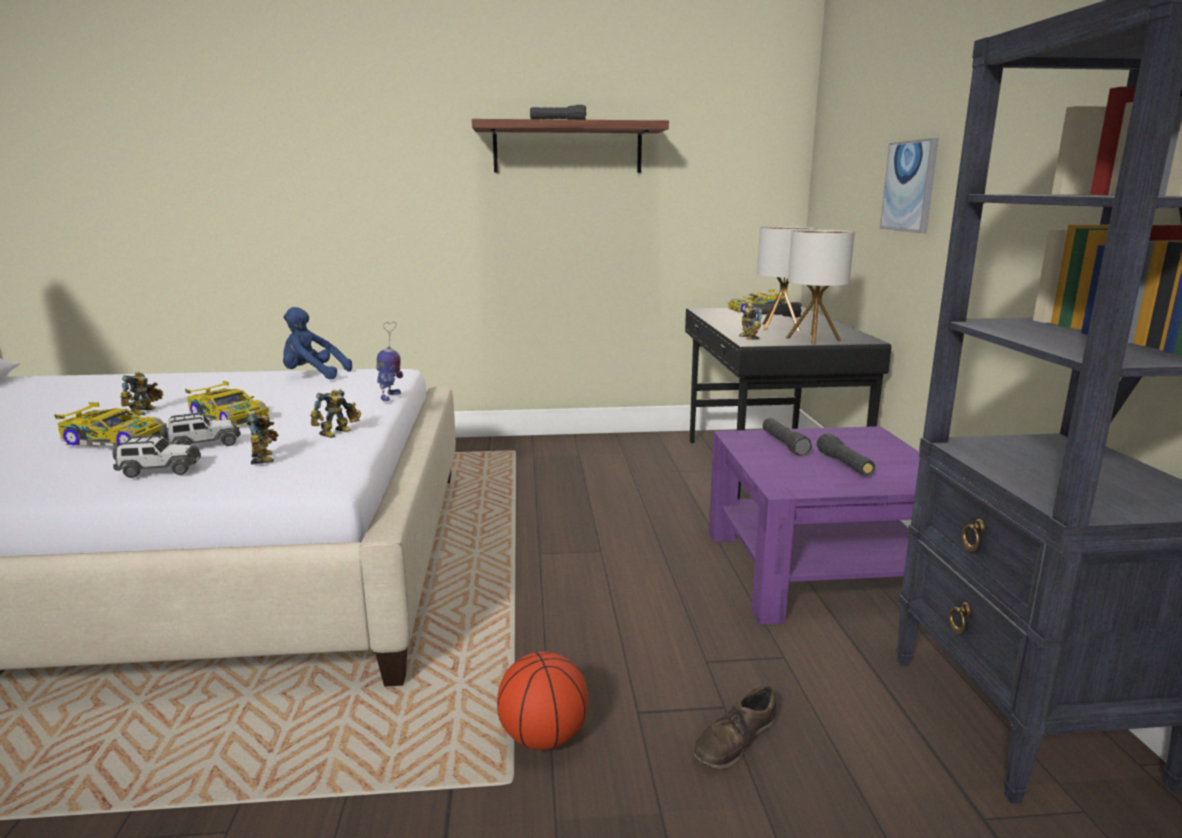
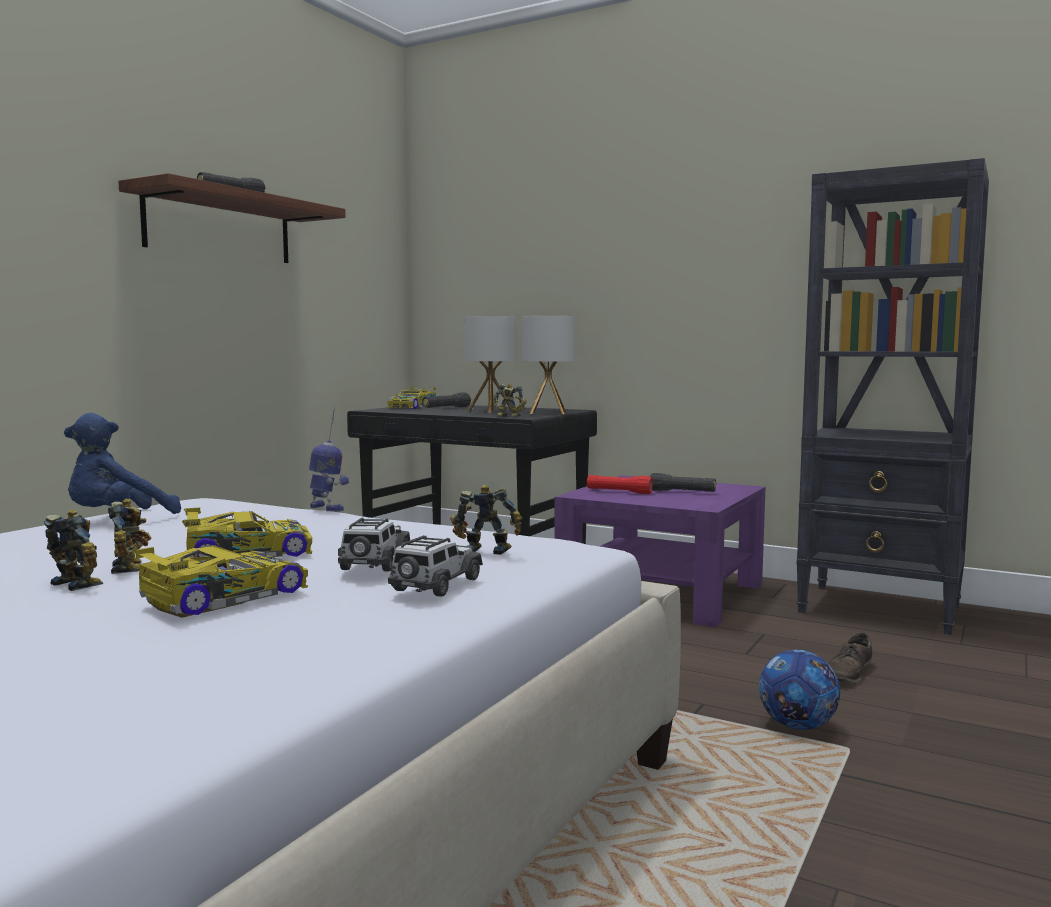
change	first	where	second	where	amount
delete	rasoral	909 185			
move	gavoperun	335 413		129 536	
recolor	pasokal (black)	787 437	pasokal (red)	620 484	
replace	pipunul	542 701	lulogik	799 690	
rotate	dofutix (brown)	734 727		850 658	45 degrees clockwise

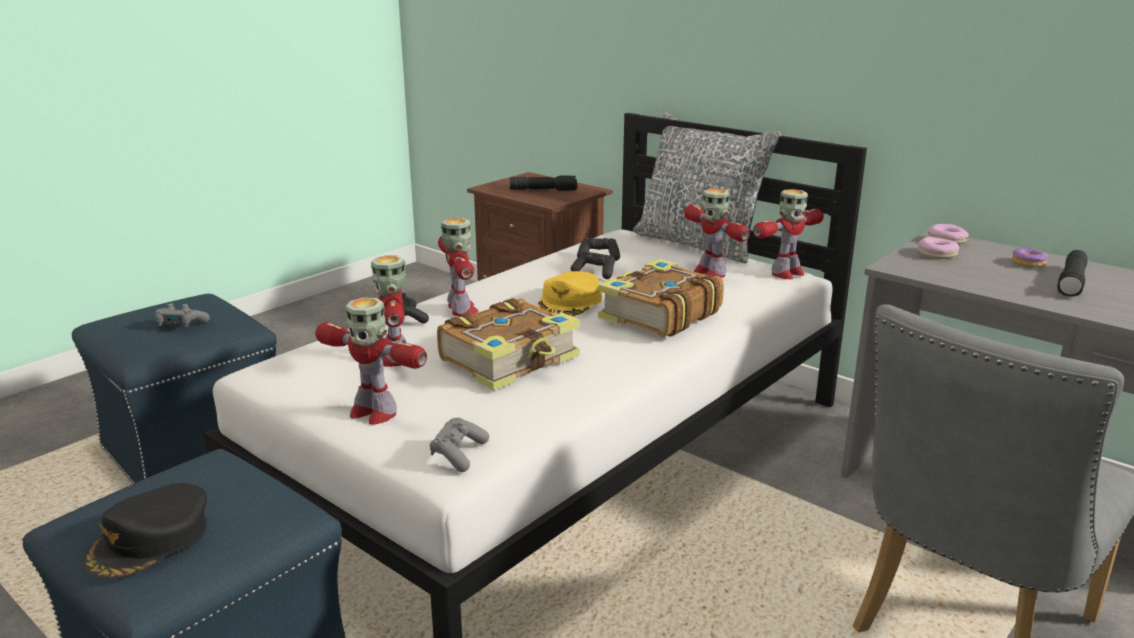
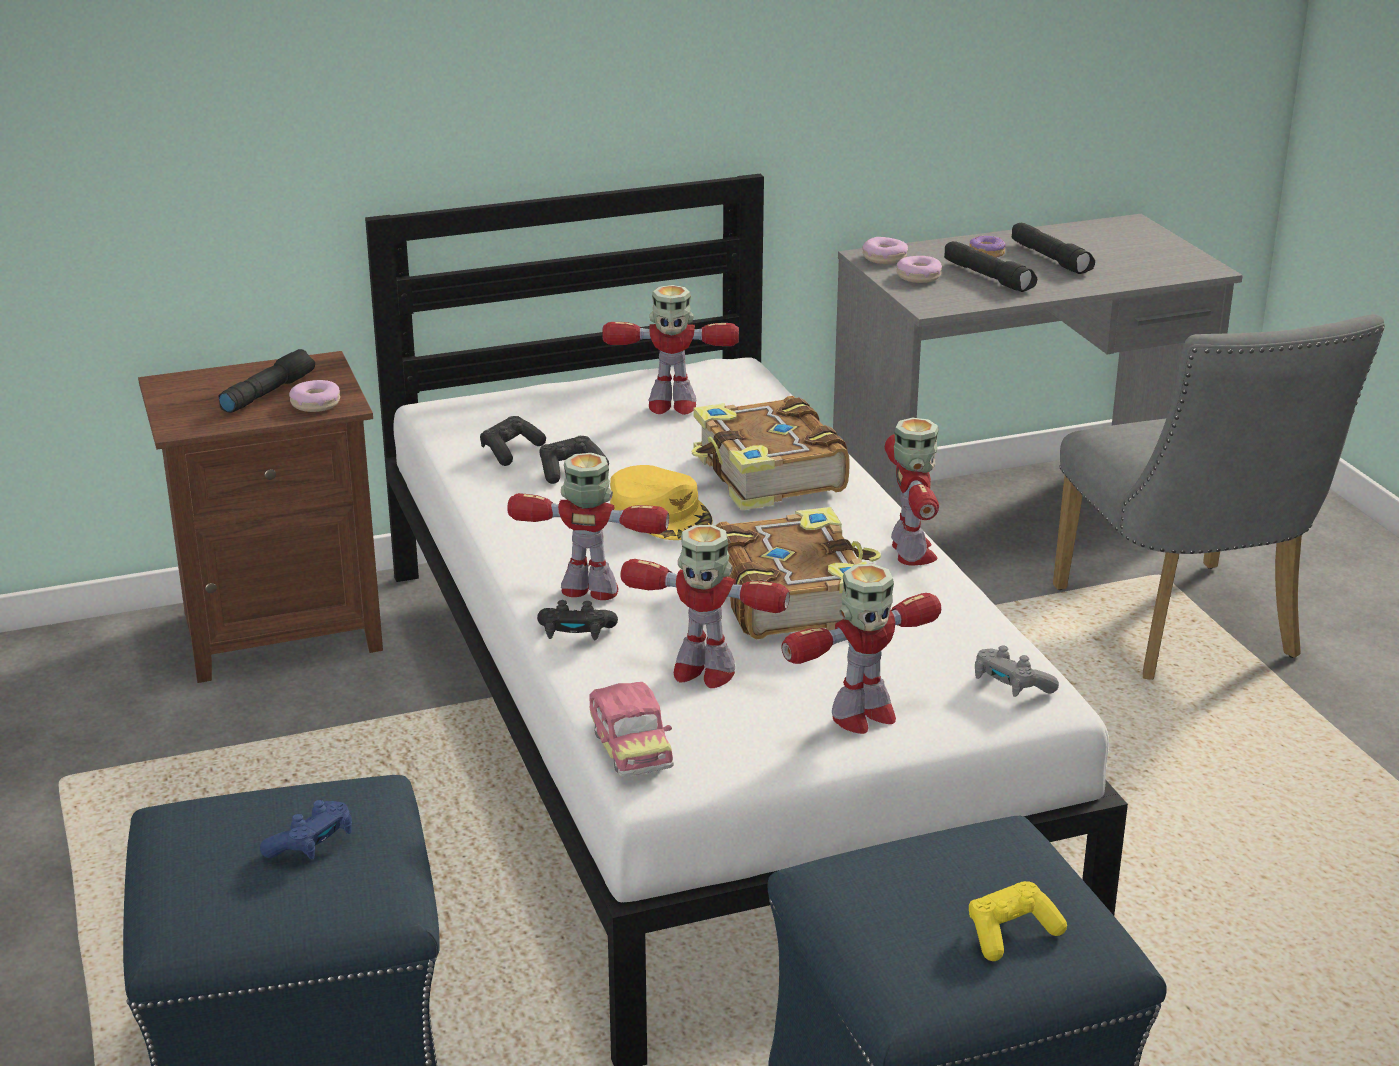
change	first	where	second	where	amount
delete	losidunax	707 188			
move	gavoperun	788 234		912 491	
recolor	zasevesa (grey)	182 315	zasevesa (blue)	306 830	
replace	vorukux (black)	144 531	zasevesa (yellow)	1018 921	
insert			pasokal (black)	990 266	
insert			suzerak	314 396	
insert			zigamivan	631 729	

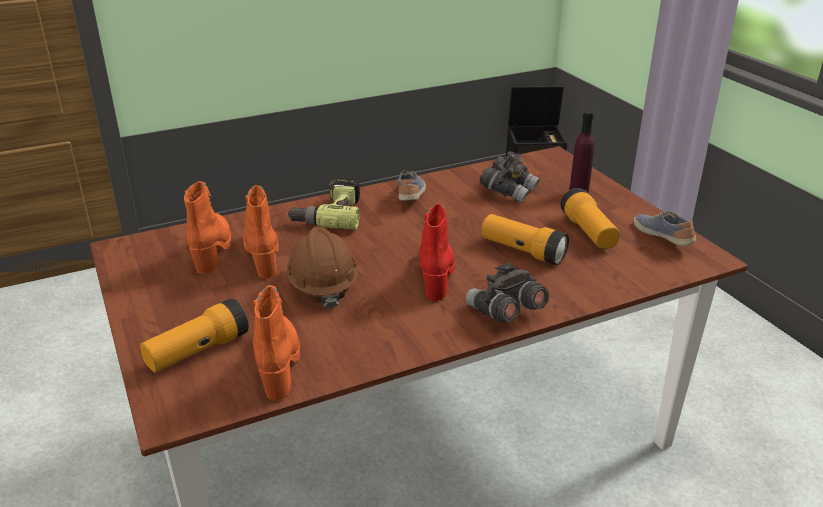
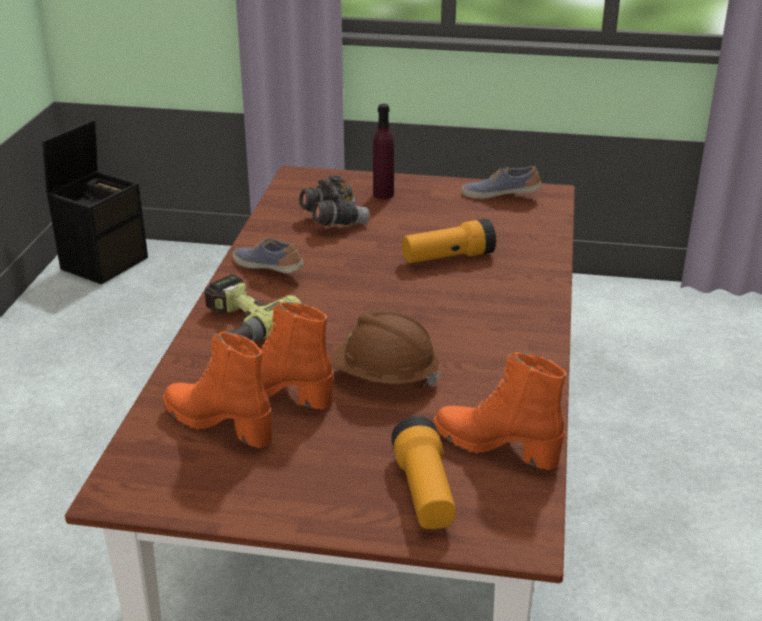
change	first	where	second	where	amount
delete	pasokal	590 218			
delete	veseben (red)	437 252			
delete	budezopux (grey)	507 292			

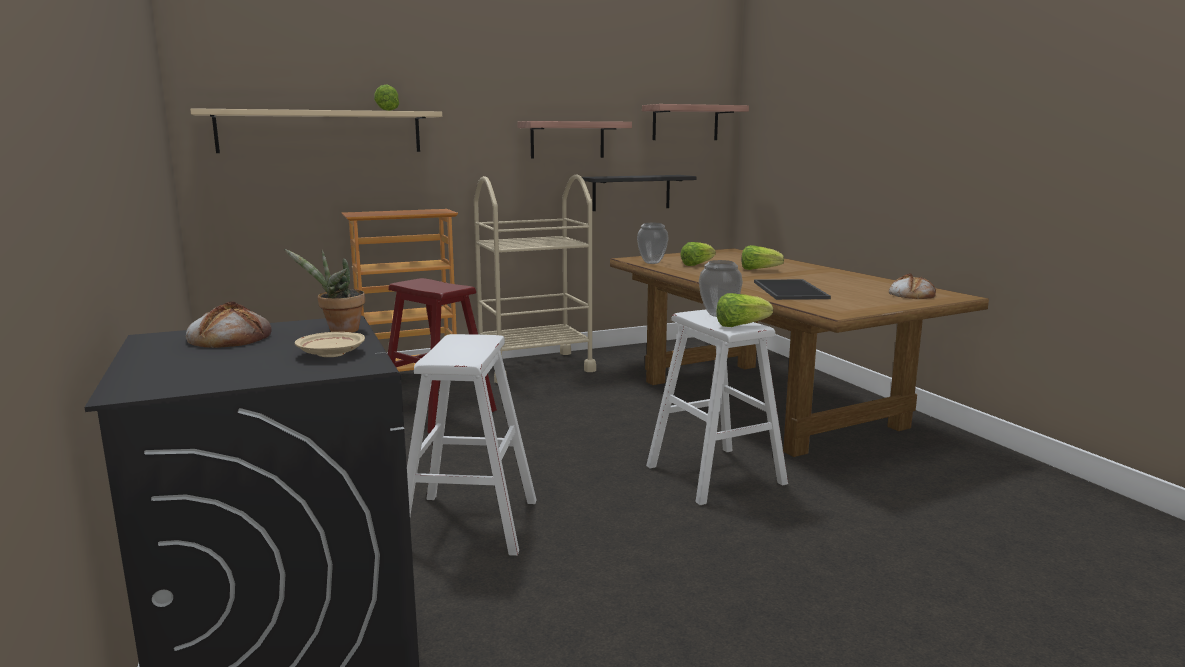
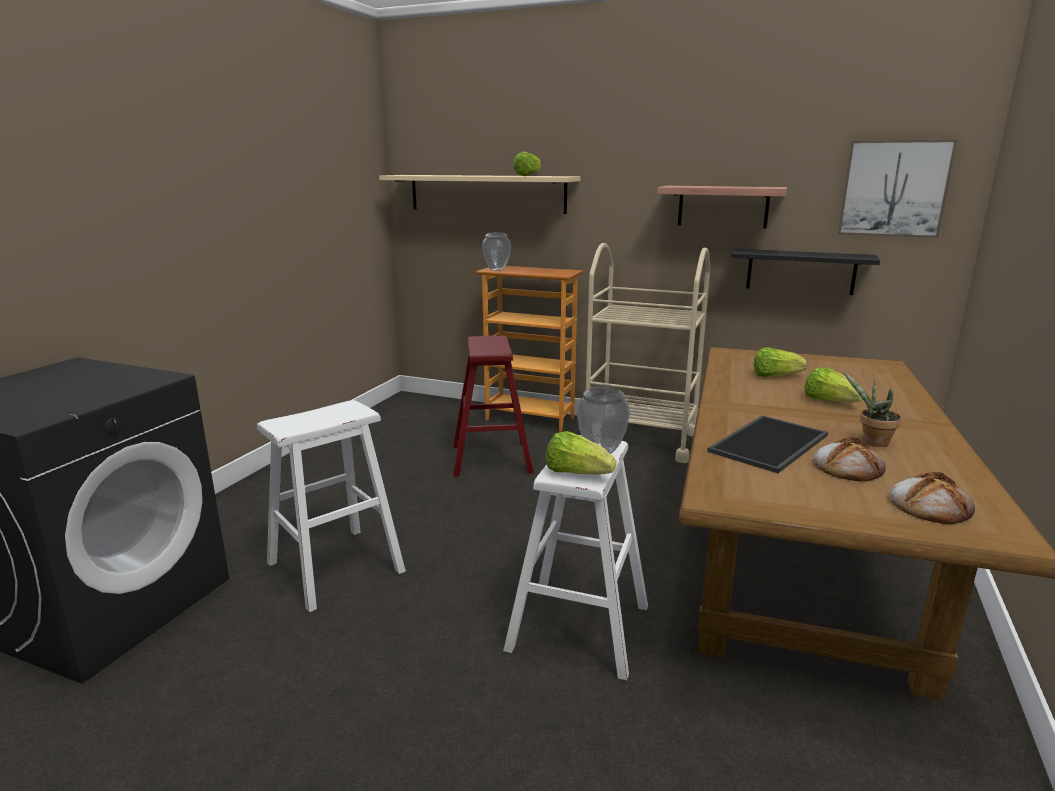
change	first	where	second	where	amount
replace	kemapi	695 122	rasoral	897 189	
move	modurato	653 243		496 251	
move	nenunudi	324 290		872 409	
move	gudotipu	229 324		849 459	
delete	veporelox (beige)	330 344			

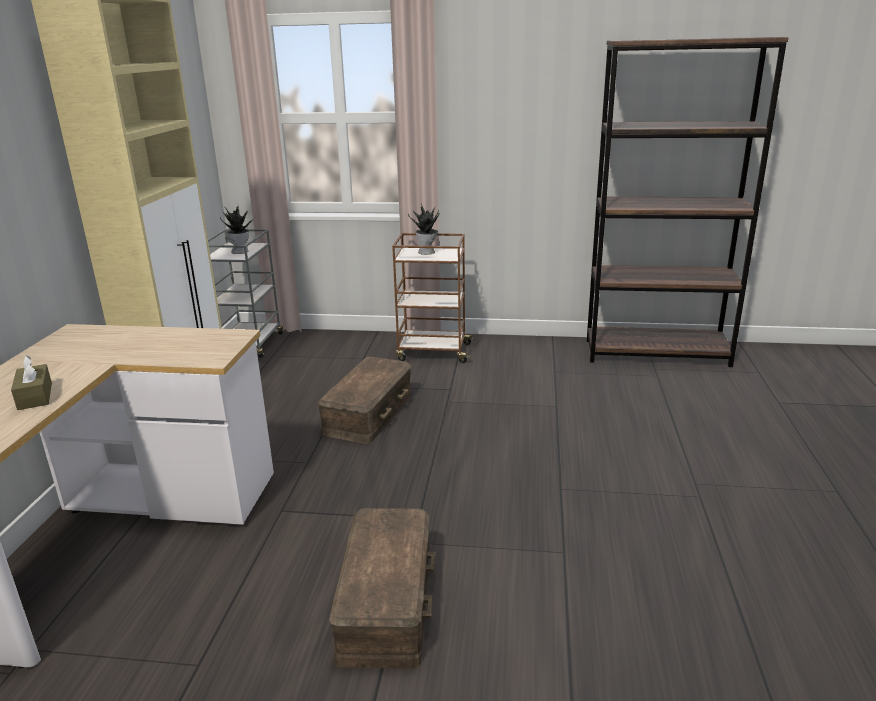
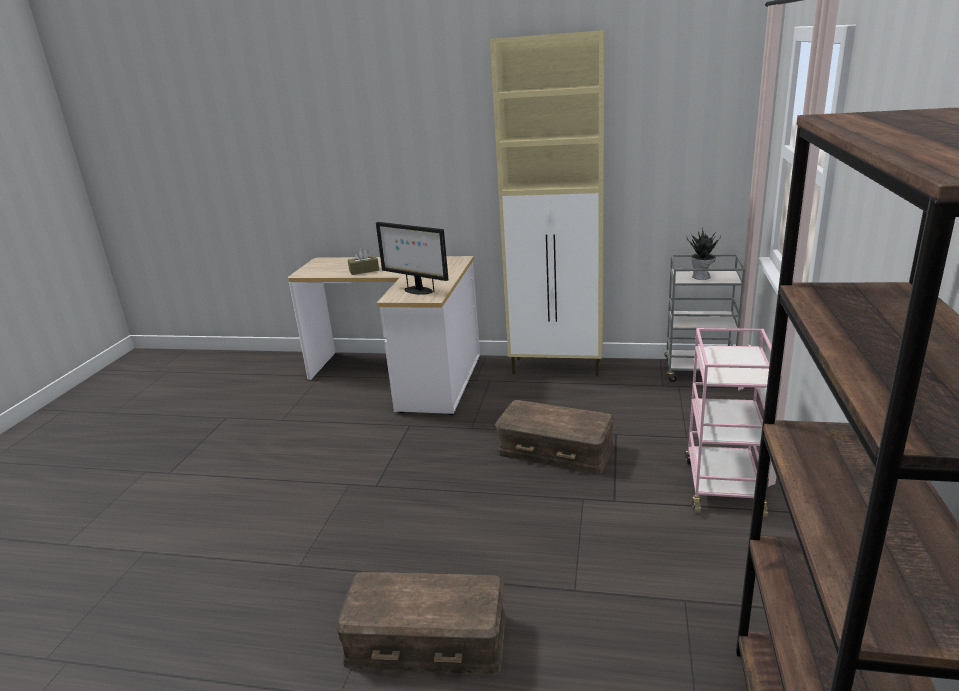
change	first	where	second	where	amount
delete	nenunudi	424 229			
recolor	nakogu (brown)	433 298	nakogu (pink)	728 422	
move	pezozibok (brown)	382 588		420 623	
insert			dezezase	412 258	

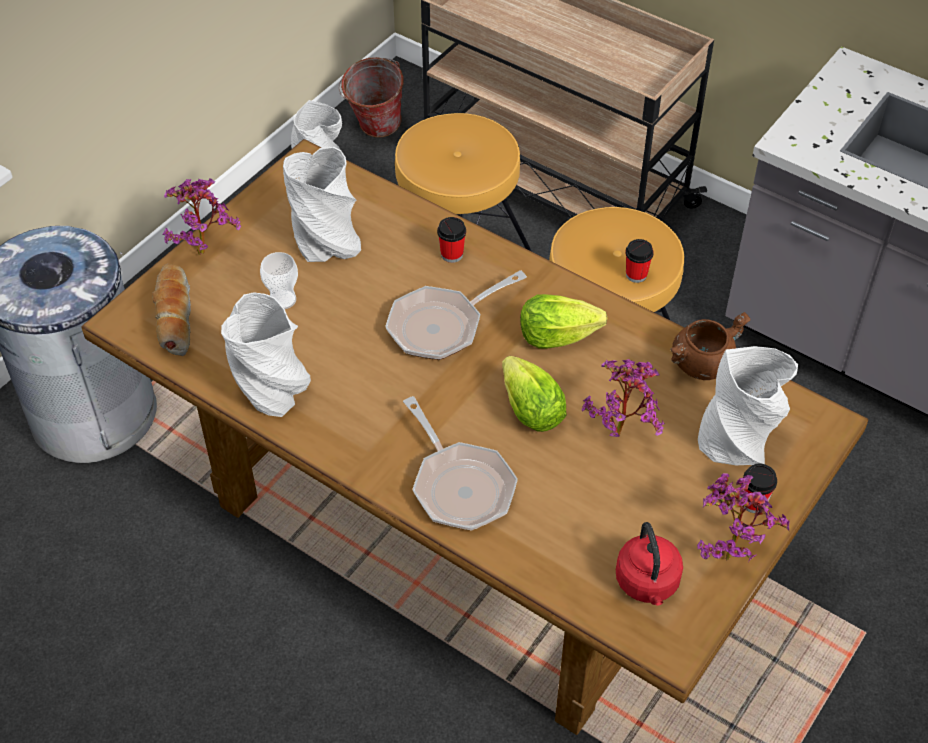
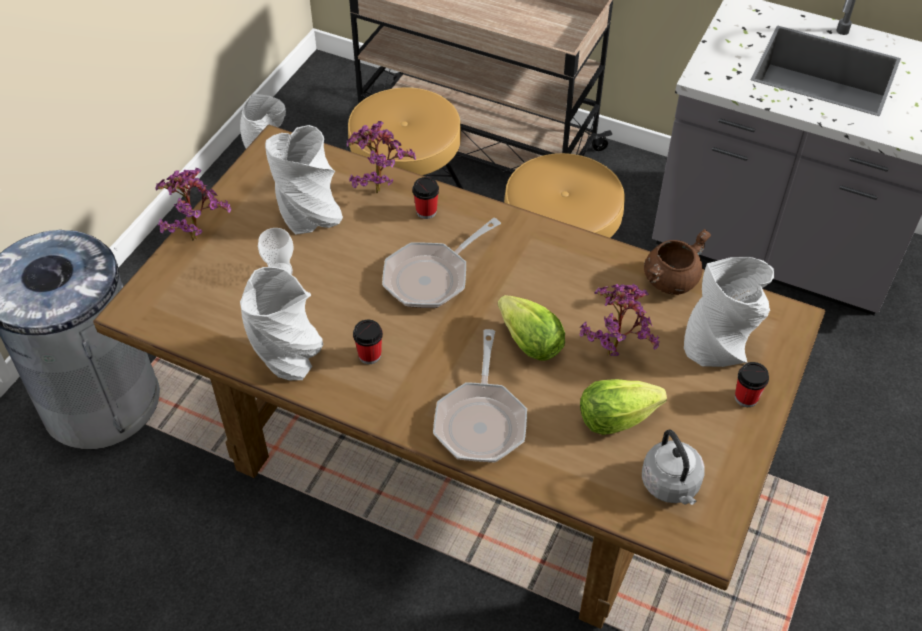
change	first	where	second	where	amount
delete	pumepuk	371 97			
move	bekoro	639 261		368 342	
delete	gudotipu	171 310			
move	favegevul	563 321		623 407	
rotate	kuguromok	460 463		480 395	45 degrees clockwise
move	nenunudi	743 517		381 157	
recolor	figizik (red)	649 564	figizik (grey)	673 467	

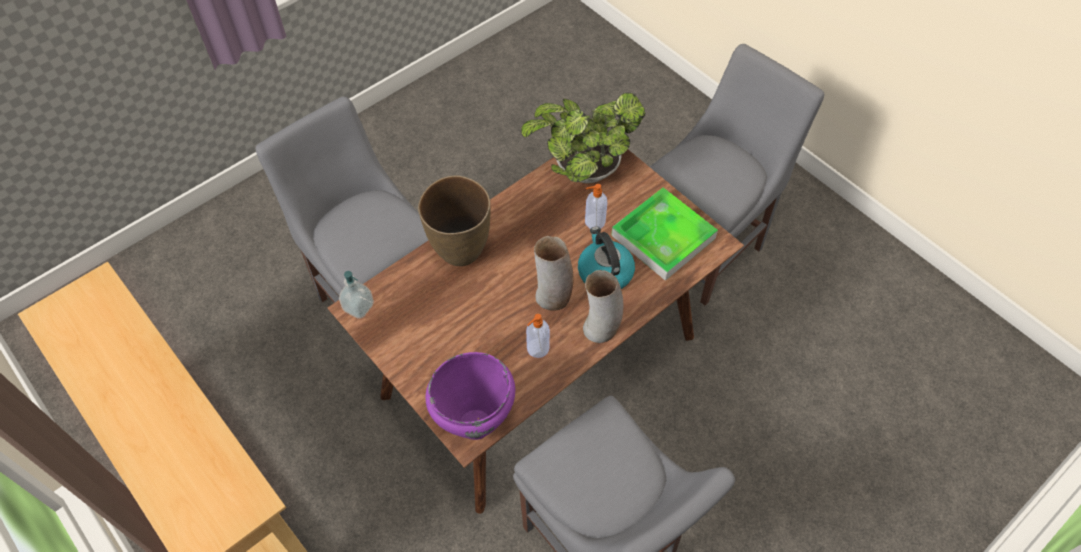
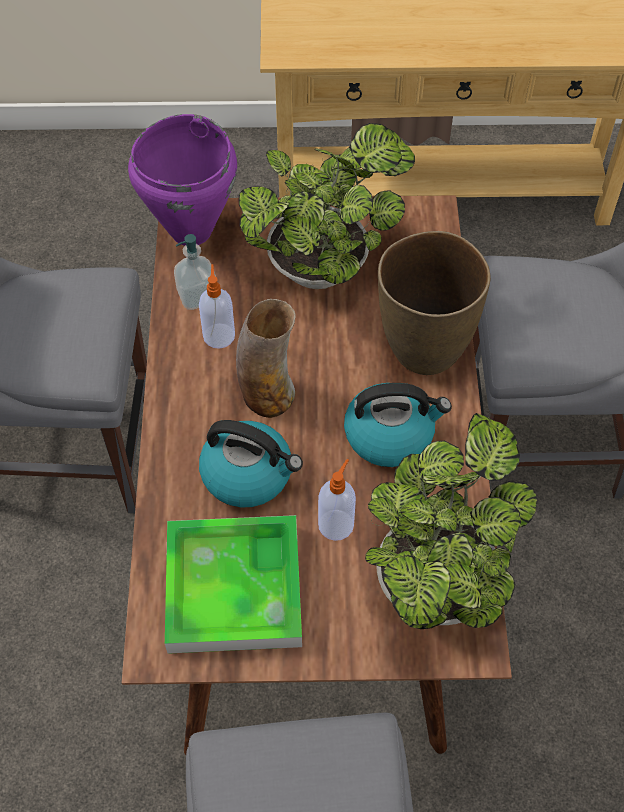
change	first	where	second	where	amount
delete	modurato	603 306			
move	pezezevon	356 295		195 272	
insert			nenunudi	327 206	
insert			figizik	398 425	

